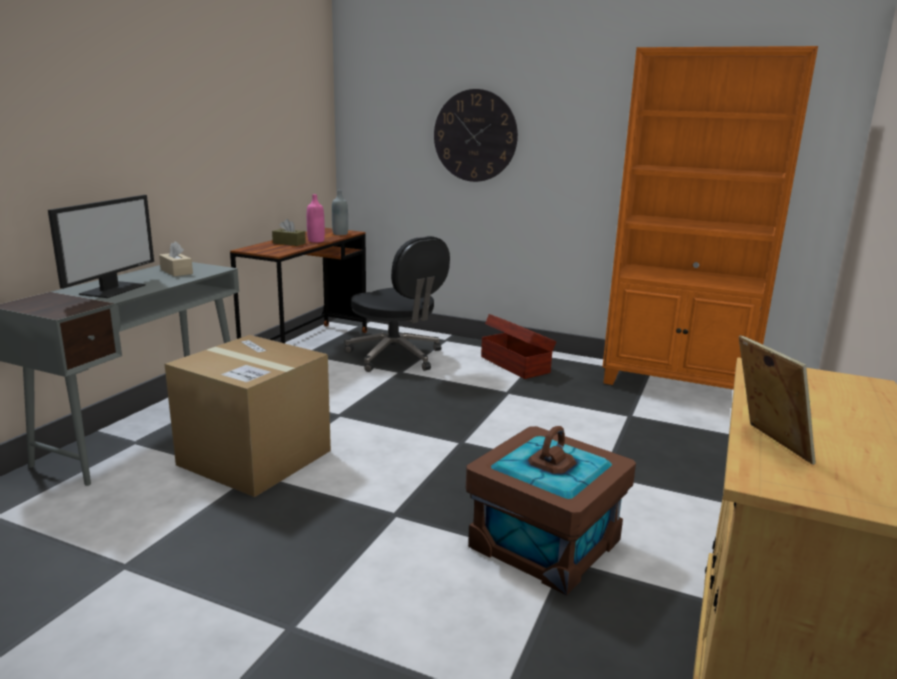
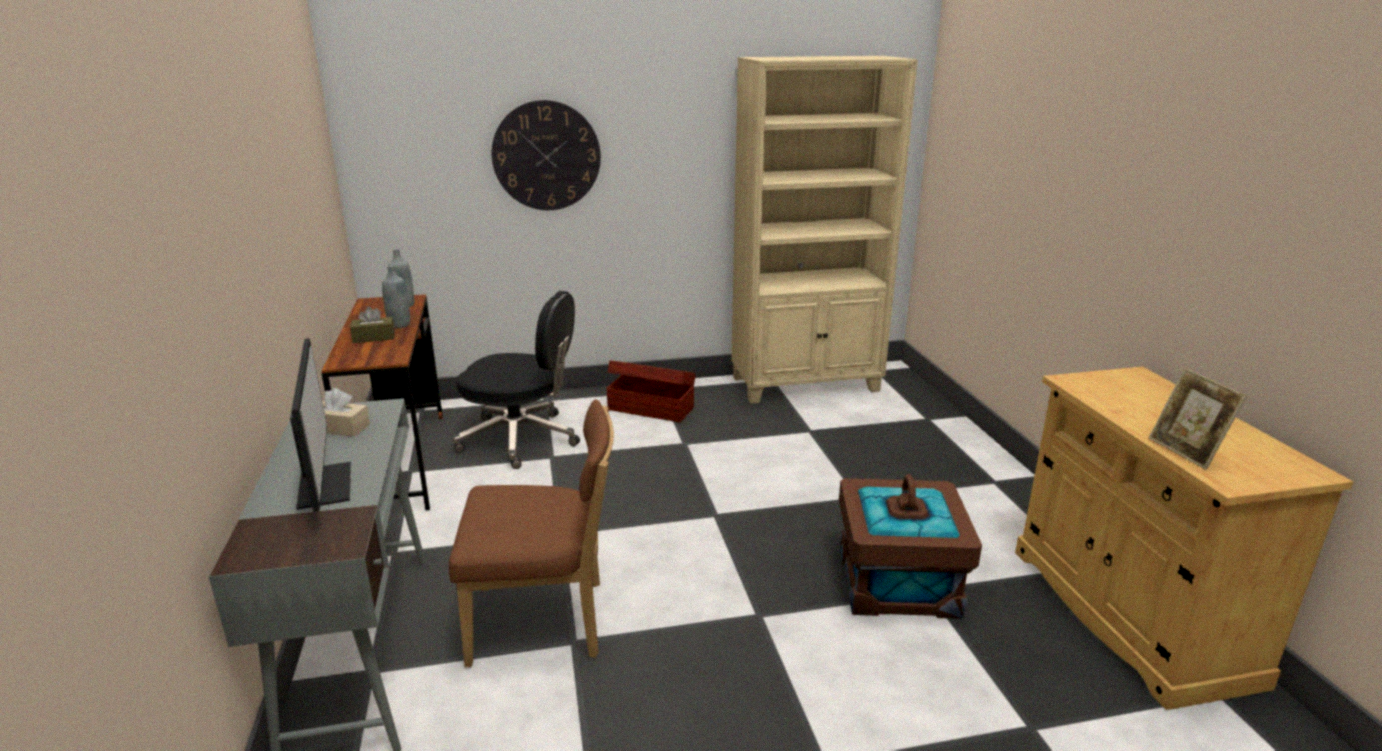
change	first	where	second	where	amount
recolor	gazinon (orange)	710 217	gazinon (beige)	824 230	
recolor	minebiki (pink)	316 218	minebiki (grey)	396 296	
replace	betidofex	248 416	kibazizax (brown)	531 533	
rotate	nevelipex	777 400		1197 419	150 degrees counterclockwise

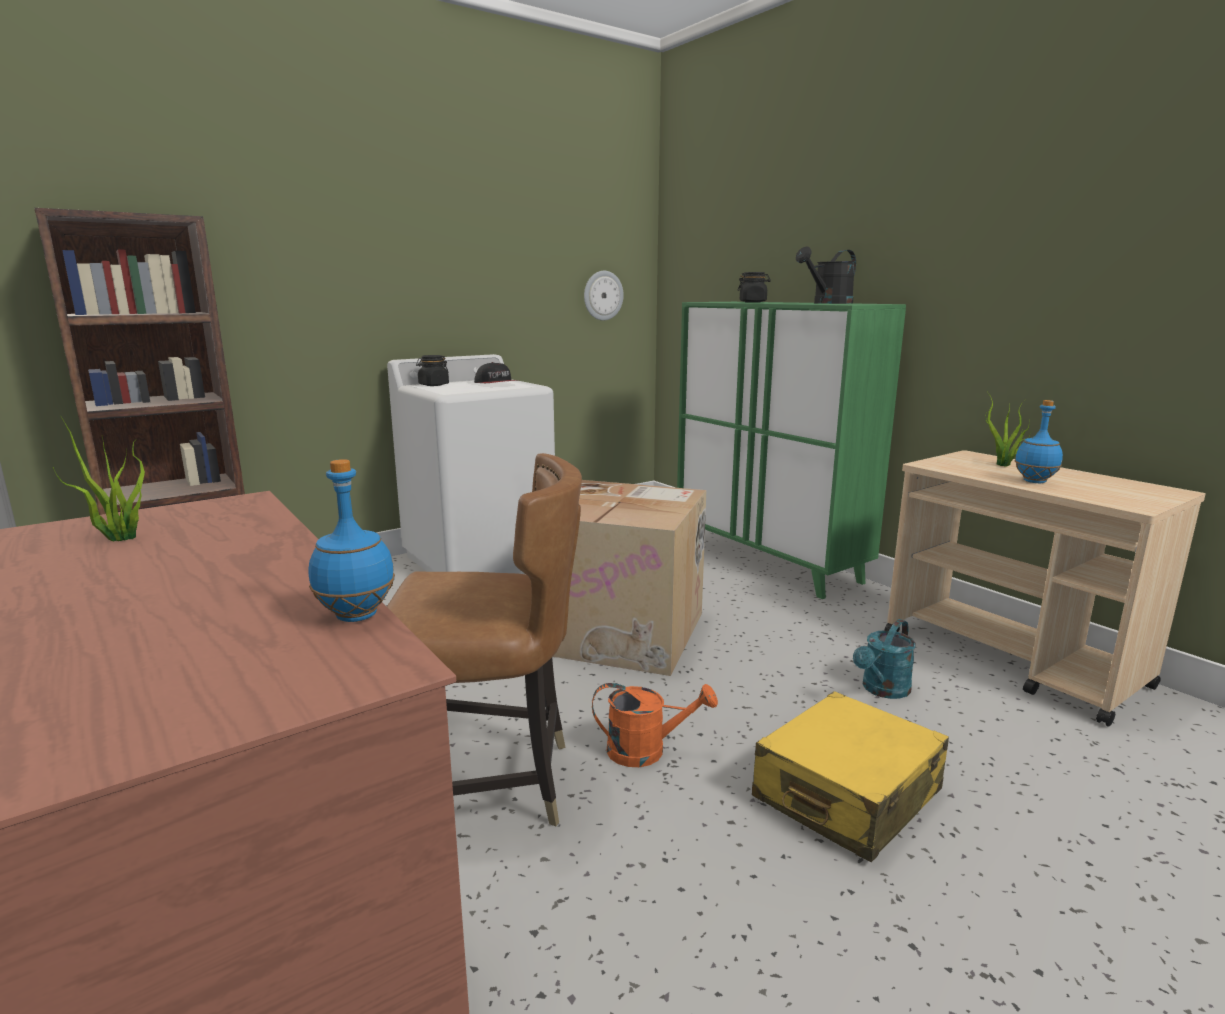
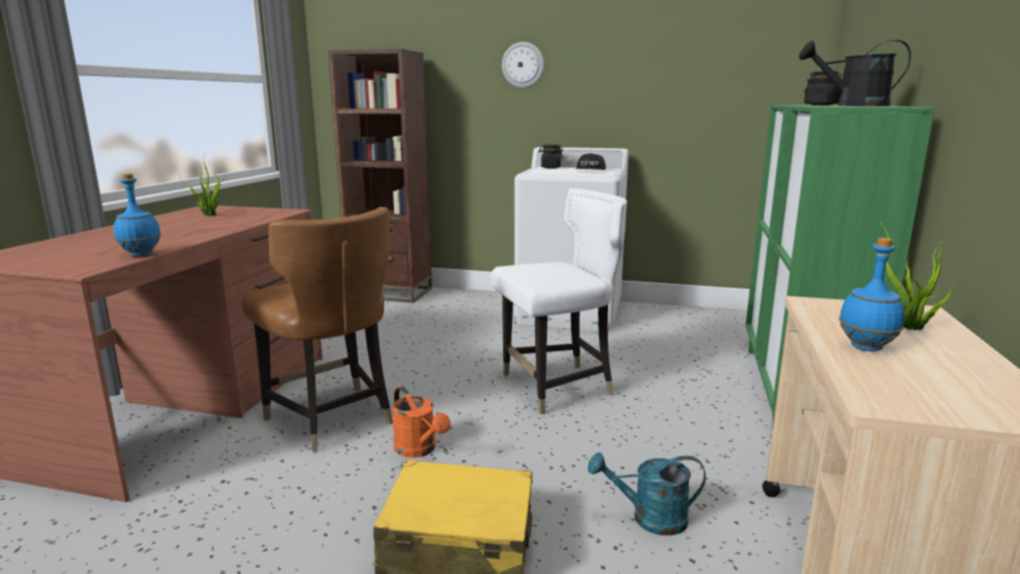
change	first	where	second	where	amount
move	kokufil	604 295		523 65	
replace	betidofex	630 578	kibazizax (white)	559 301	

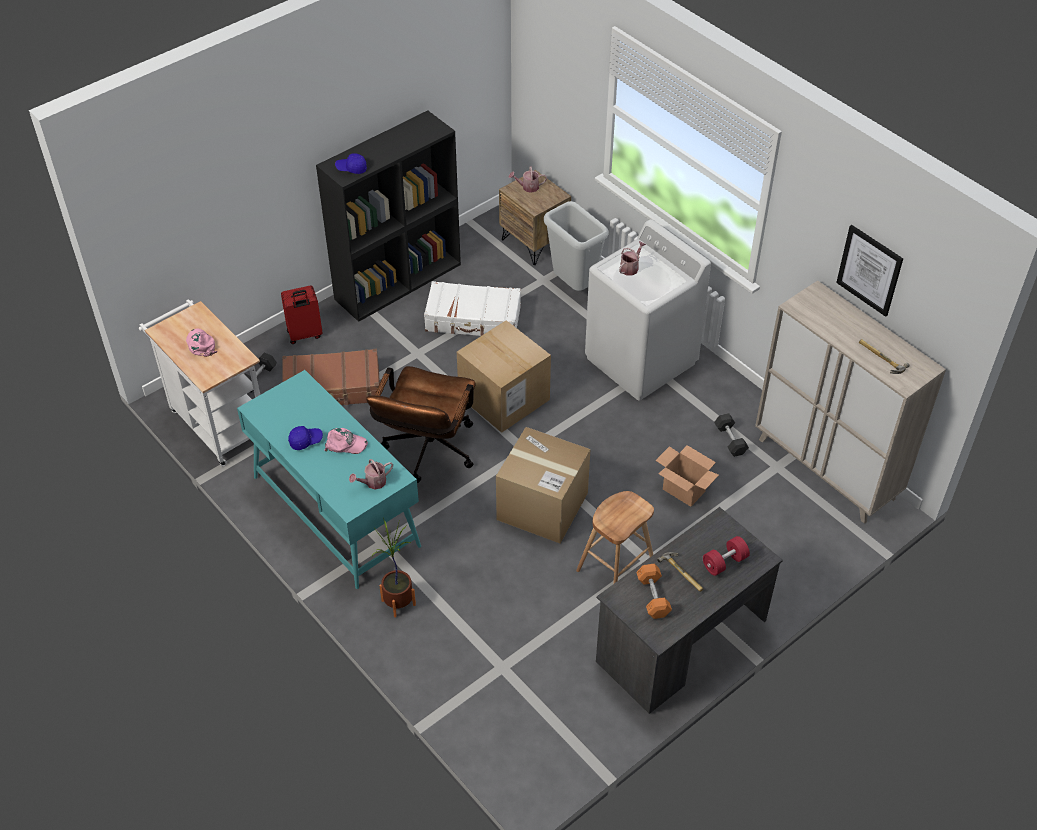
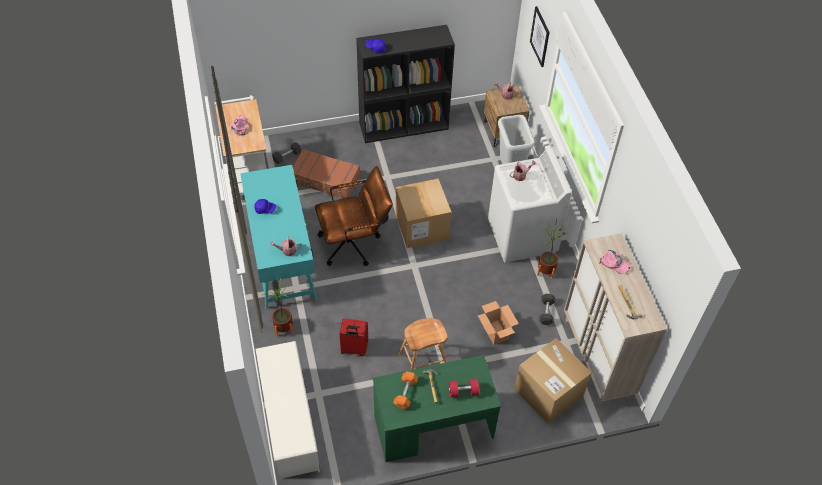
change	first	where	second	where	amount
move	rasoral	869 271		540 36	
delete	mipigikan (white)	472 308			
move	mipigikan (red)	302 314		354 337	
rotate	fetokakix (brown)	421 424		354 216	150 degrees counterclockwise
move	betidofex	543 485		553 381	
move	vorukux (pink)	346 441		614 262	
recolor	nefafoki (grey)	689 610	nefafoki (green)	437 408	
insert			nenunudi	551 249	
insert			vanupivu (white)	288 410	

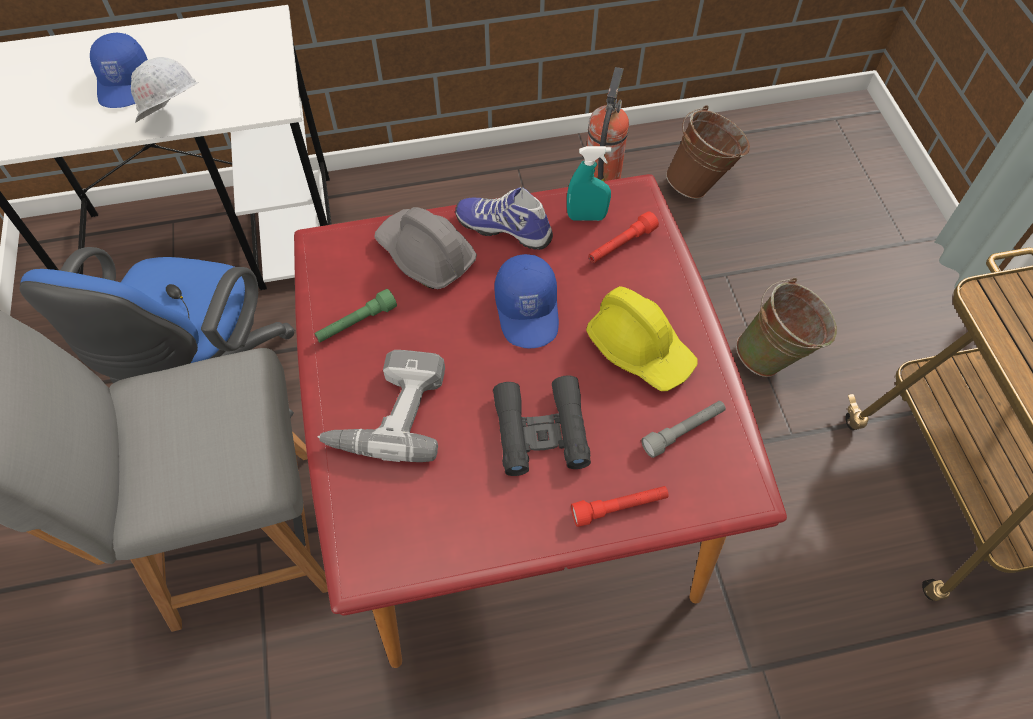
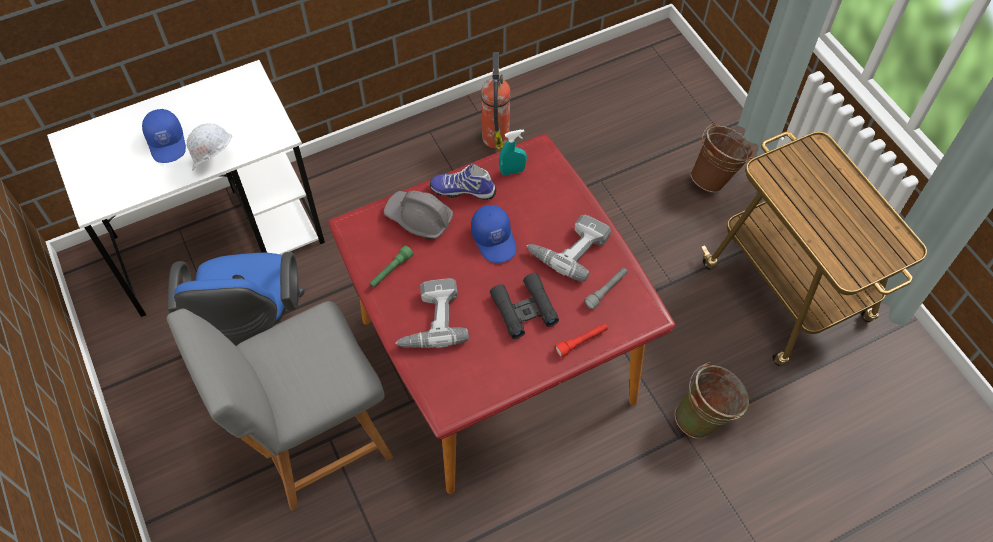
change	first	where	second	where	amount
move	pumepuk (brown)	708 152		722 157	
delete	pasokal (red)	624 237			
move	pumepuk (green)	786 327		712 400	
replace	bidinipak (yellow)	642 338	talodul	568 248	

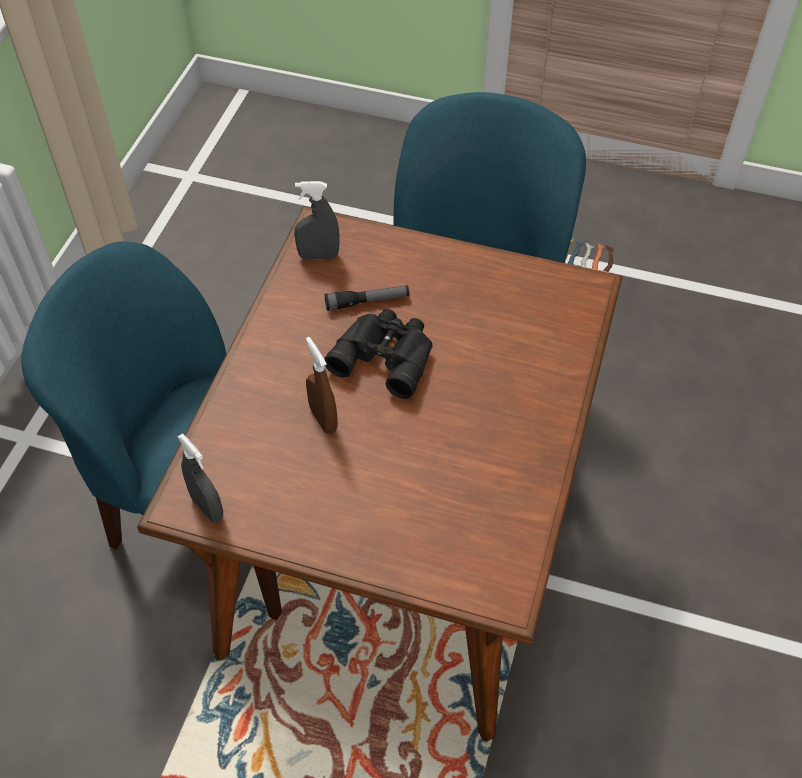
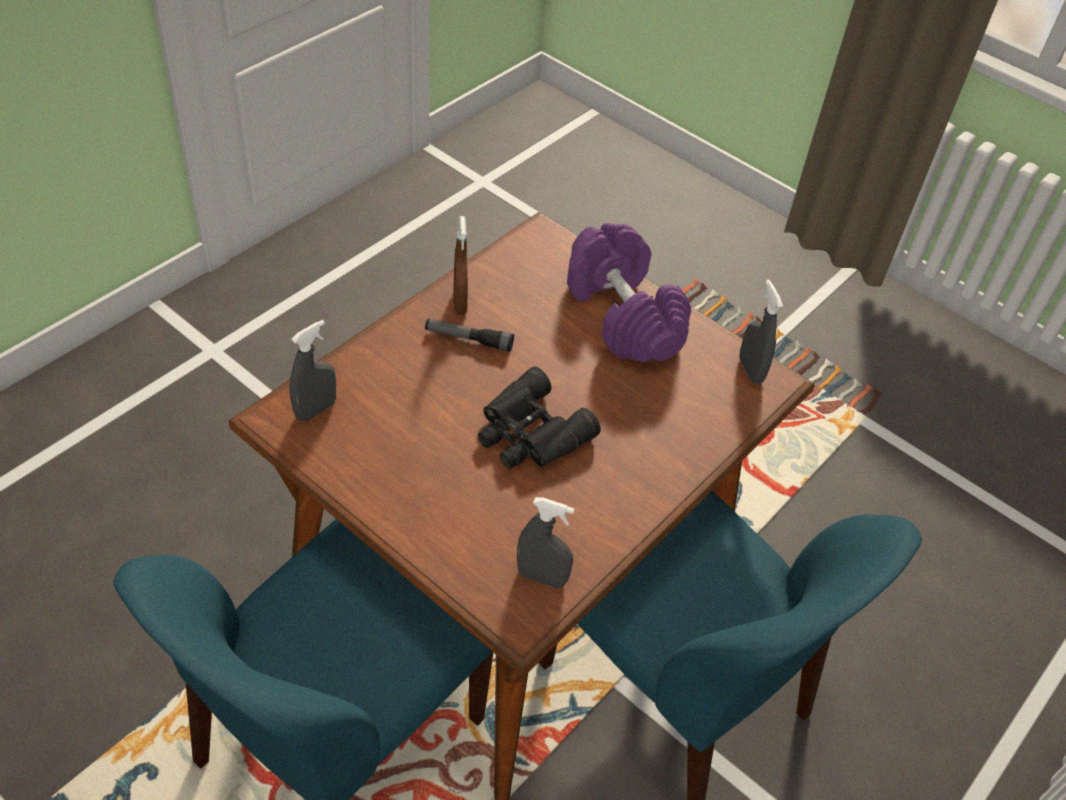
change	first	where	second	where	amount
move	pasokal	366 298		469 335	
move	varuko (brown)	322 385		460 265	
insert			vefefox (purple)	629 292	
insert			varuko (grey)	312 370	

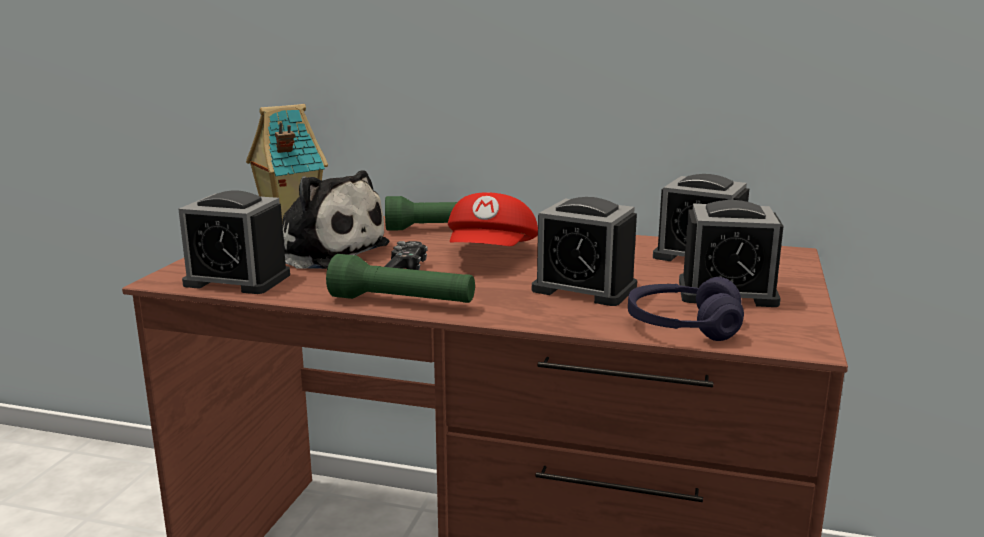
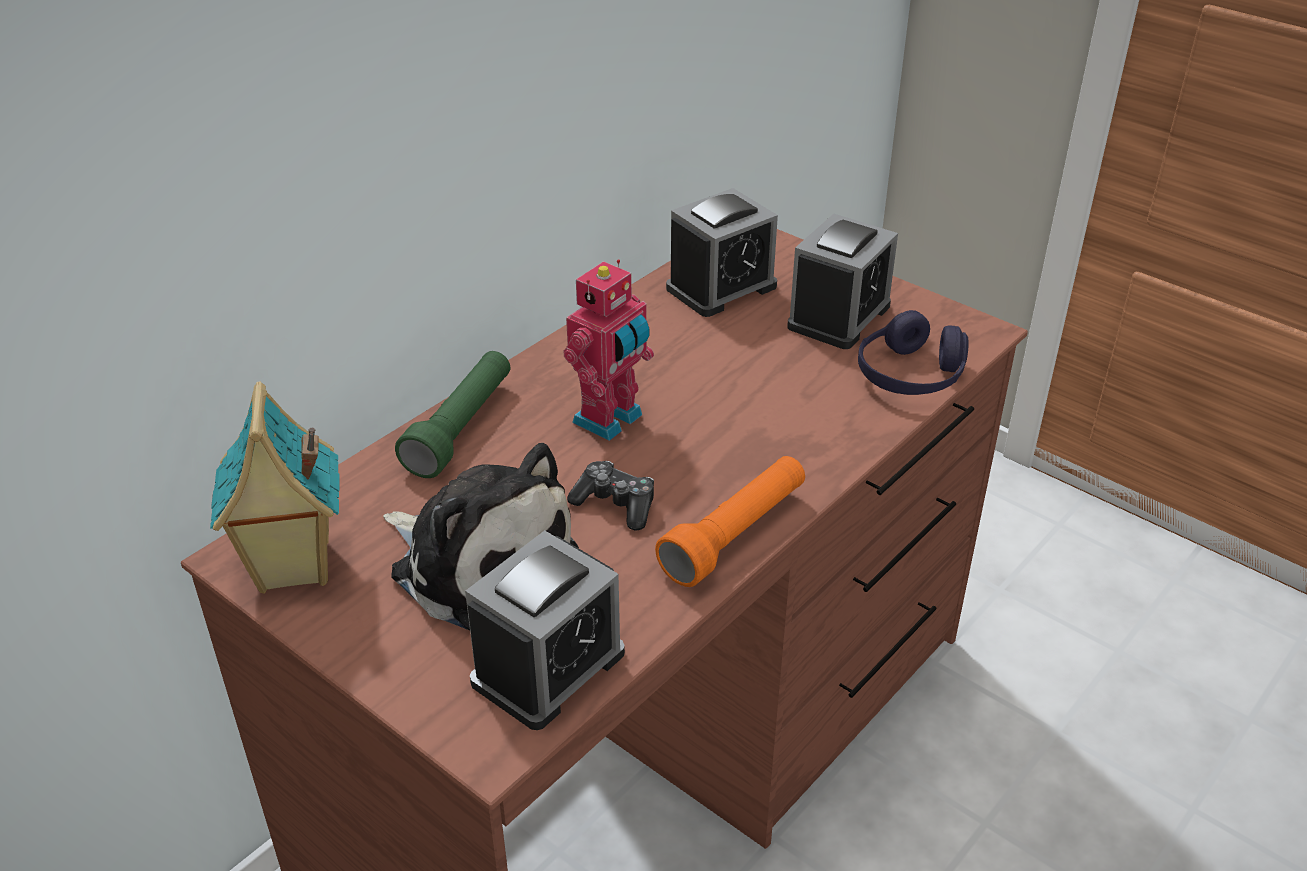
change	first	where	second	where	amount
rotate	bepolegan	336 219		481 536	75 degrees clockwise
replace	vorukux (red)	493 219	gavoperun	608 350	
delete	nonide	584 251			
recolor	pasokal (green)	400 278	pasokal (orange)	730 521	

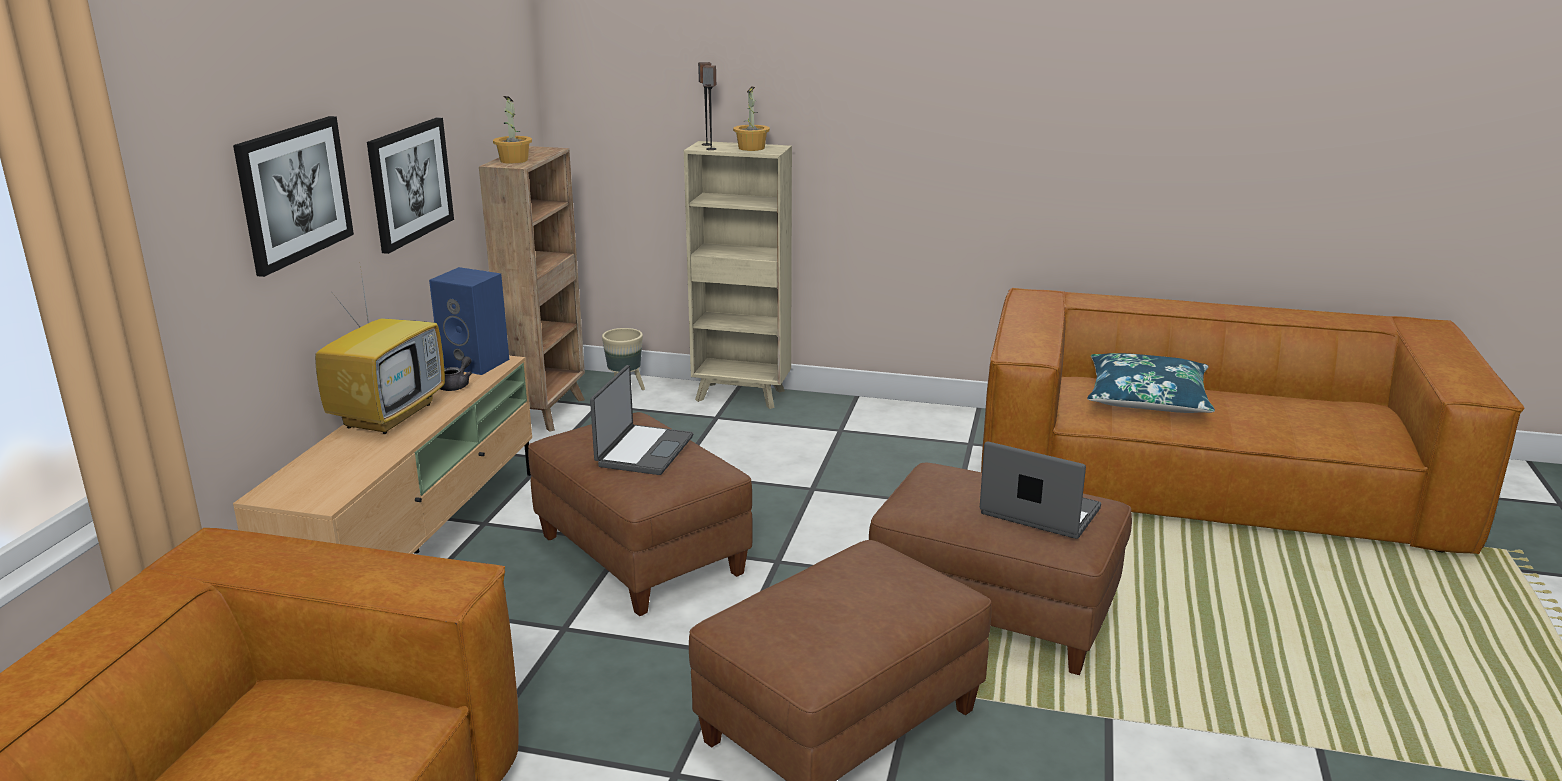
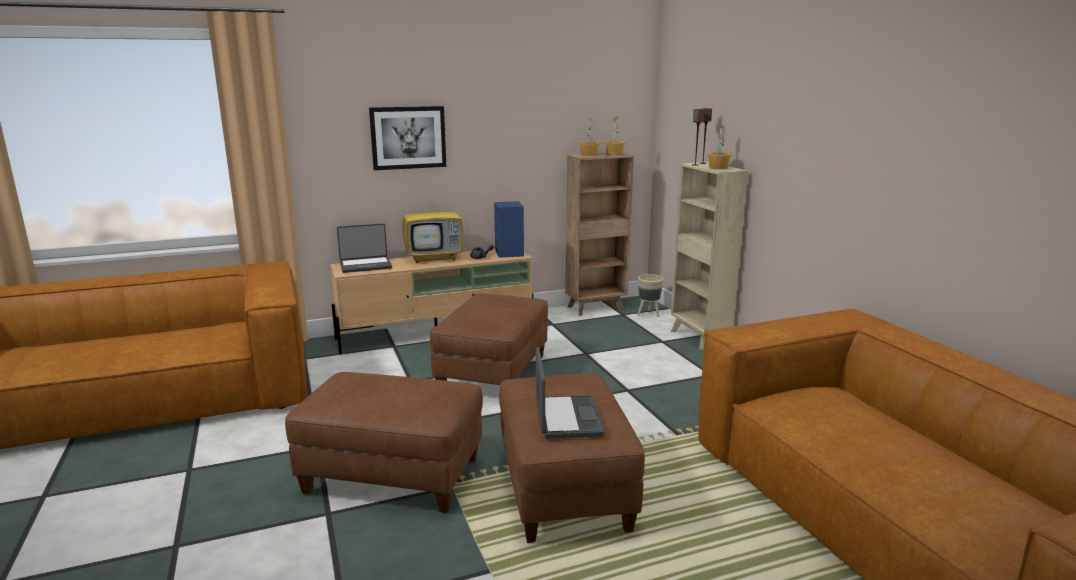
change	first	where	second	where	amount
delete	rasoral	410 185			
delete	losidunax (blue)	1151 383			
move	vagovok	641 420		364 248	
insert			nenunudi	615 136	

